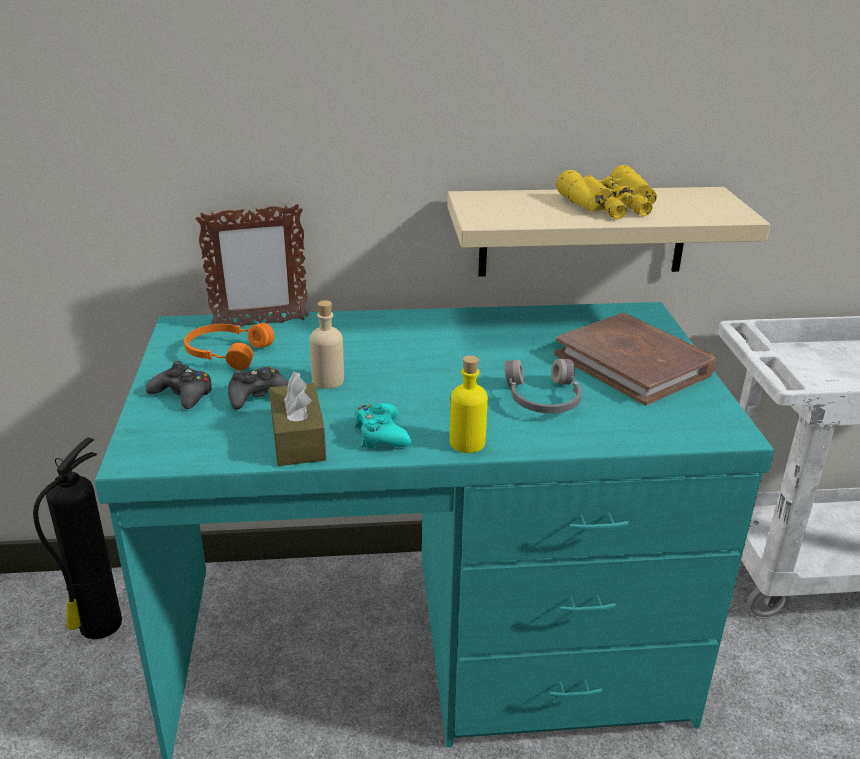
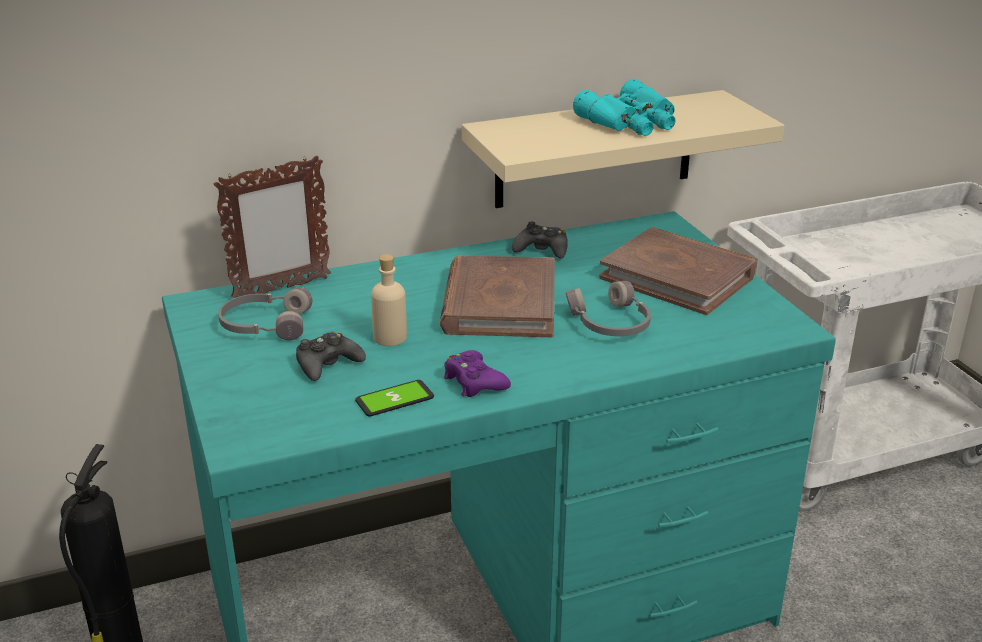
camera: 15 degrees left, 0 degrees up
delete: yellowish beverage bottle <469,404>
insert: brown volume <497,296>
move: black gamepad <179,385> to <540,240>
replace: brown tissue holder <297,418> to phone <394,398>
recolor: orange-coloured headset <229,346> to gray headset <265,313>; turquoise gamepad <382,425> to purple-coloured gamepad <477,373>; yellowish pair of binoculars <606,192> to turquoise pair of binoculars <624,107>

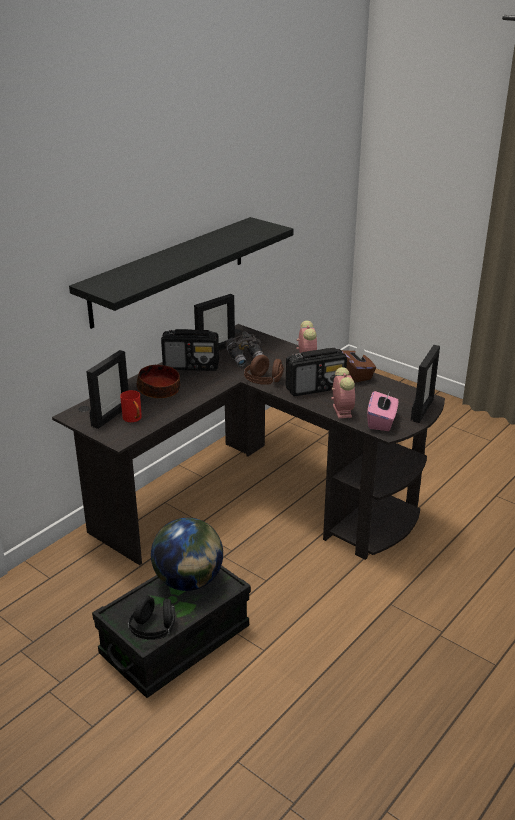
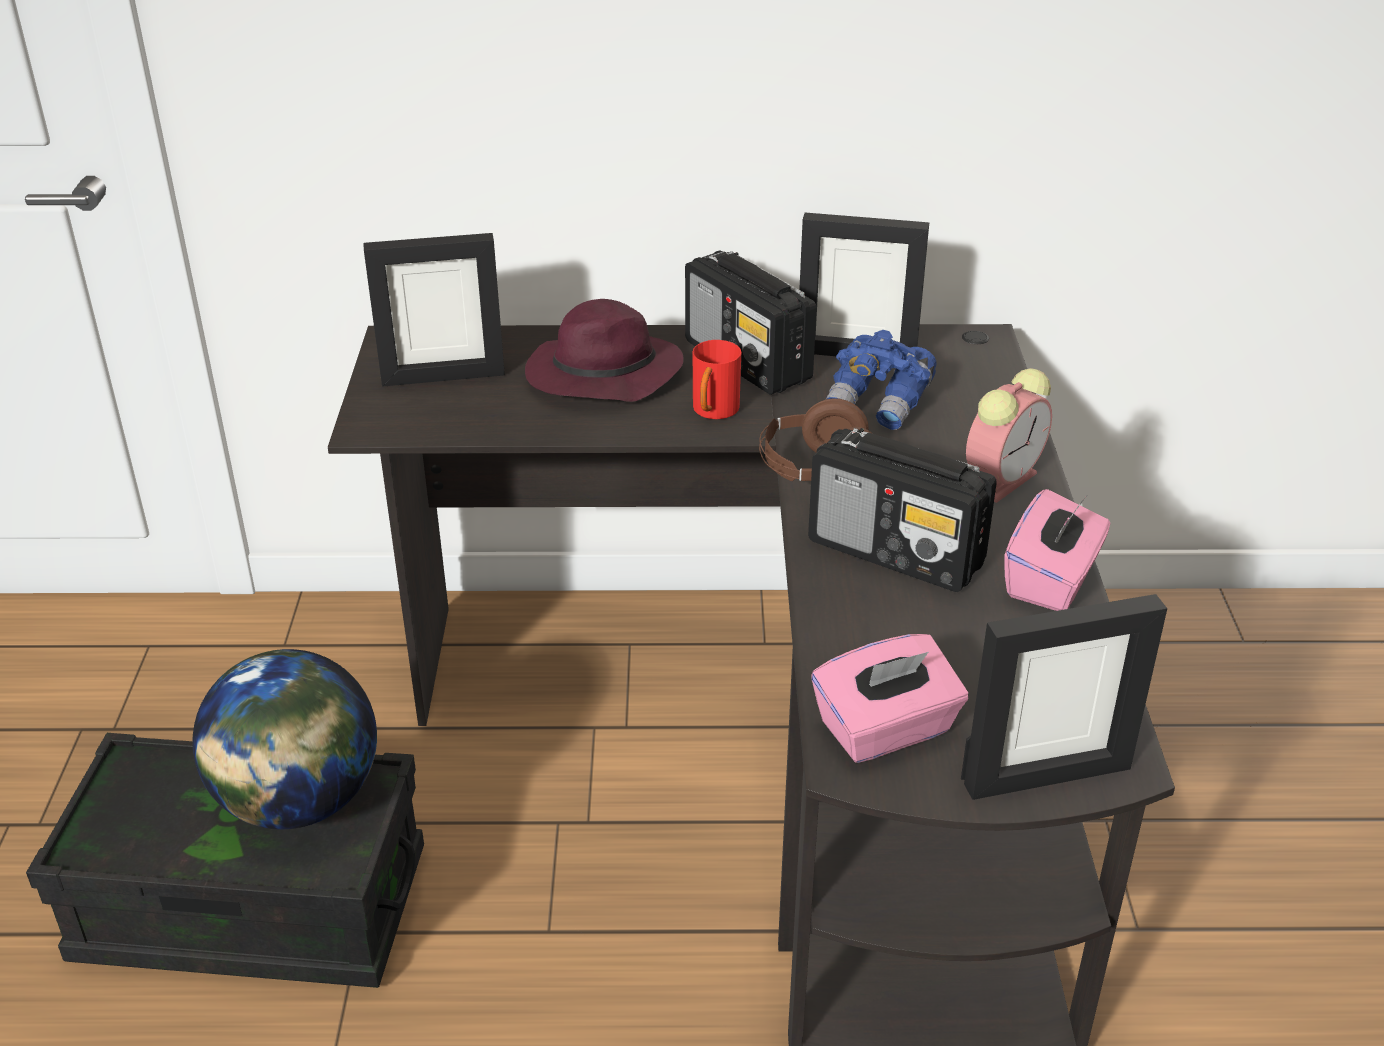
camera: 50 degrees right, 5 degrees up
delete: black wall shelf <181,273>; black headset <151,618>; bedside clock <343,392>
move: red-coloured tea mug <131,406> to <717,379>
replace: serving bowl <158,381> to purple-coloured clothing hat <604,350>
recolor: gray pair of binoculars <244,349> to bluish pair of binoculars <881,380>; brown tissue holder <358,363> to pink-coloured tissue holder <1057,550>

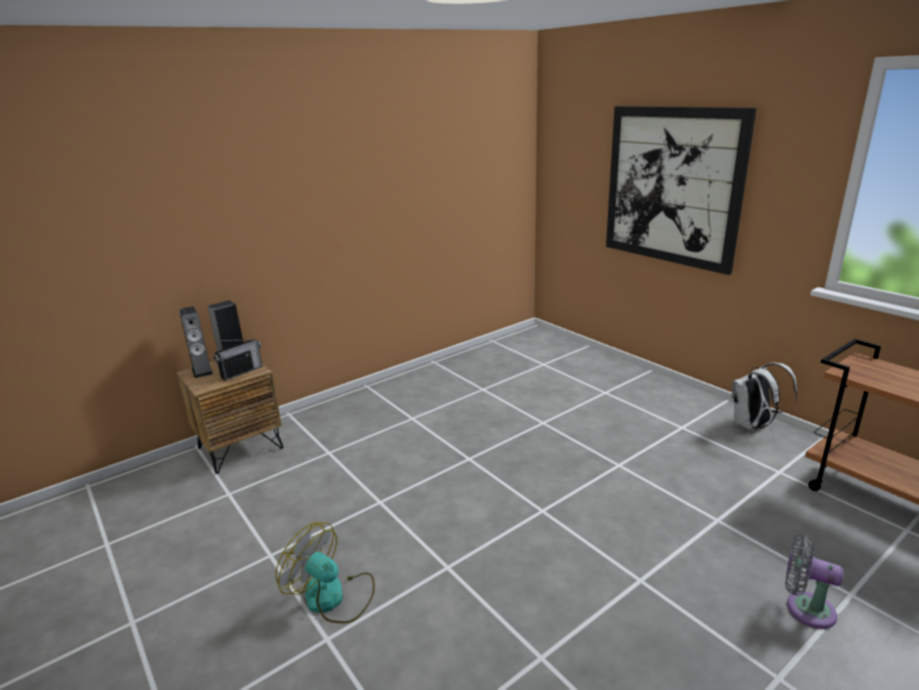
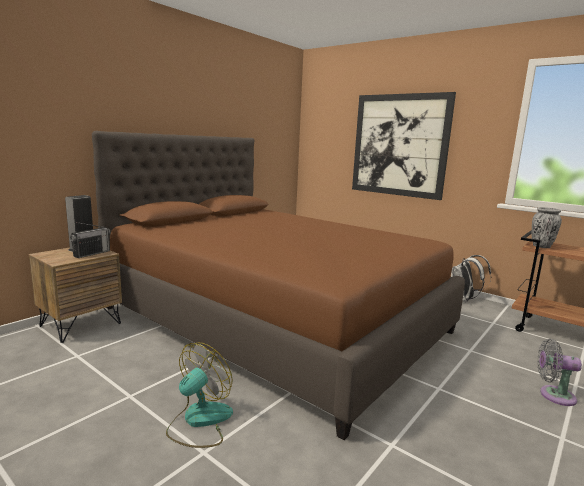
camera: 15 degrees left, 10 degrees down
delete: speaker <196,342>
insert: brown bed <278,285>; decorative vase <547,227>
rotate: cooling fan <325,572> = <199,395> 105 degrees clockwise

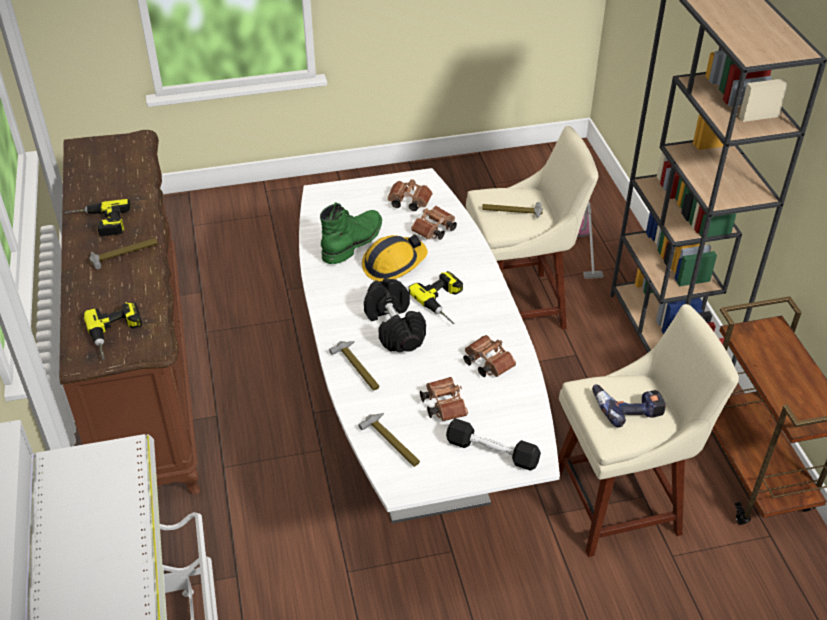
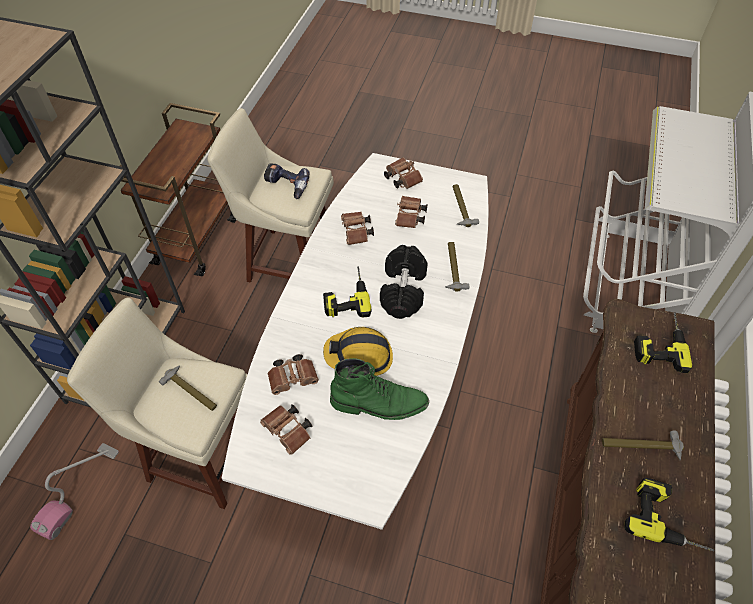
camera: 150 degrees left, 10 degrees up
replace: black hand weight <493,444> to brown pair of binoculars <403,173>
rotate: green-coloured tall boot <351,233> = <379,389> 150 degrees counterclockwise

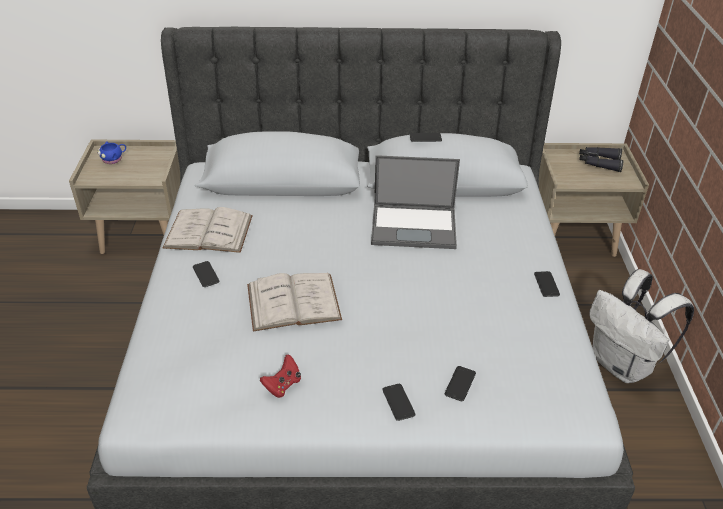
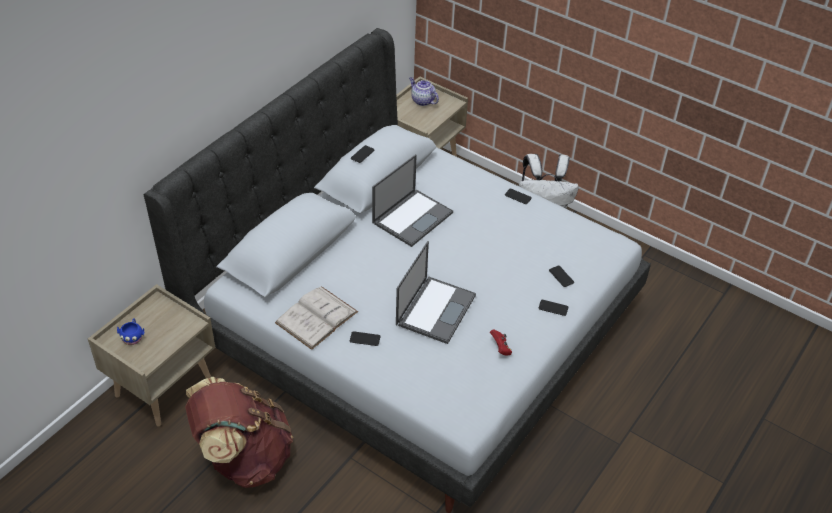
camera: 55 degrees left, 5 degrees up
insert: brown backpack <239,432>
replace: white-coloured volume <294,302> to portable computer <436,292>; black pair of binoculars <601,159> to teapot <424,91>

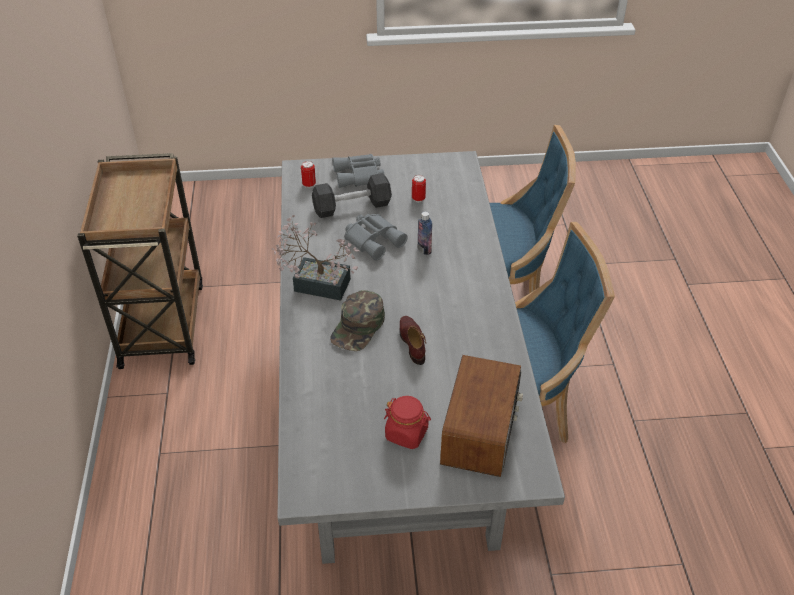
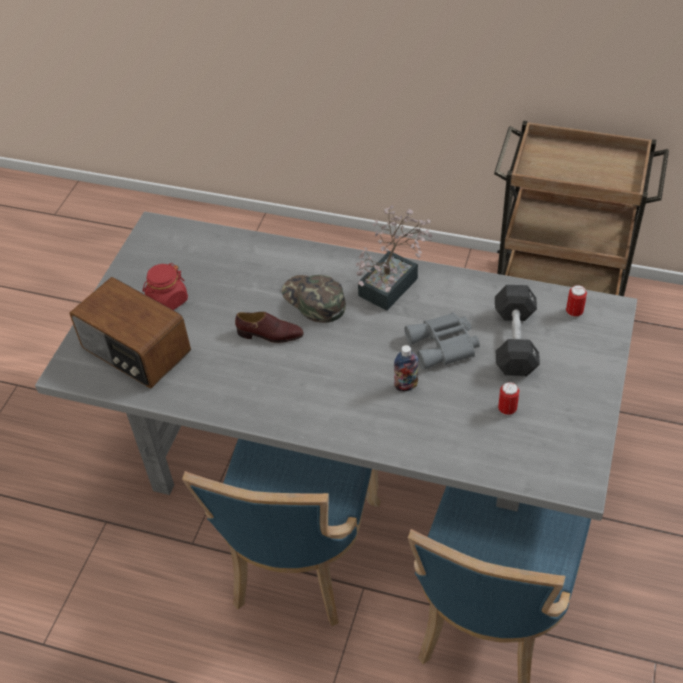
camera: 115 degrees right, 5 degrees up
delete: gray pair of binoculars <358,171>

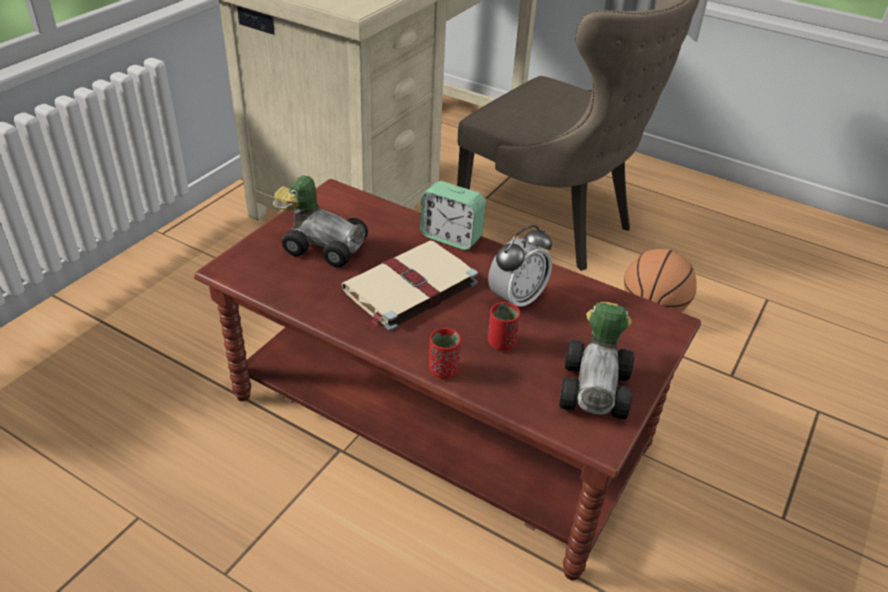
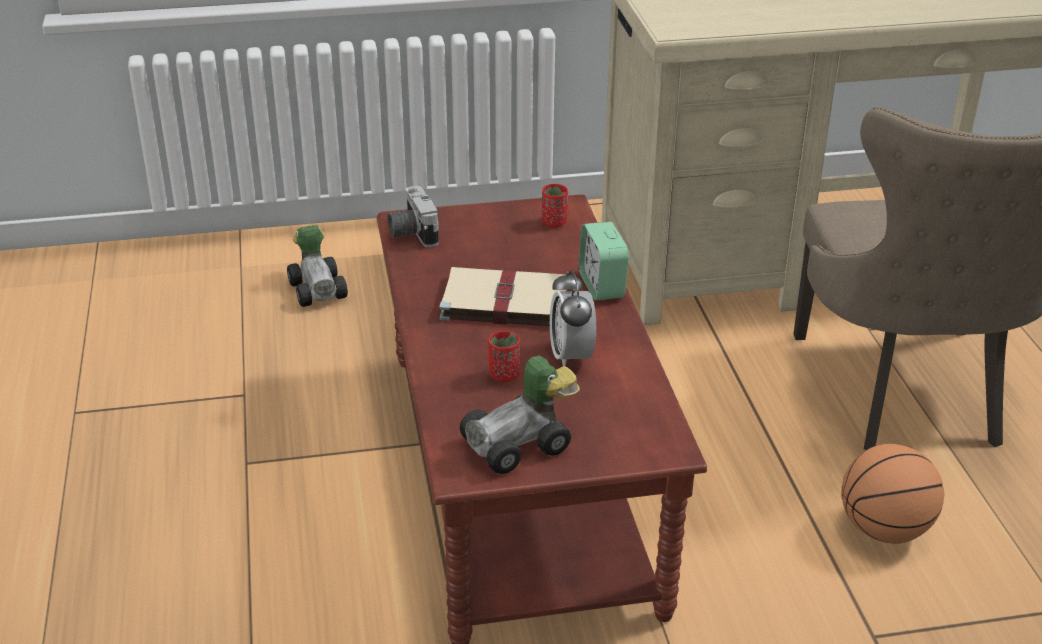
camera: 50 degrees right, 5 degrees down
insert: still camera <413,216>
move: model car <320,221> to <317,266>; red-coloured drinking cup <445,353> to <555,205>
rotate: bedside clock <520,266> = <573,318> 75 degrees clockwise

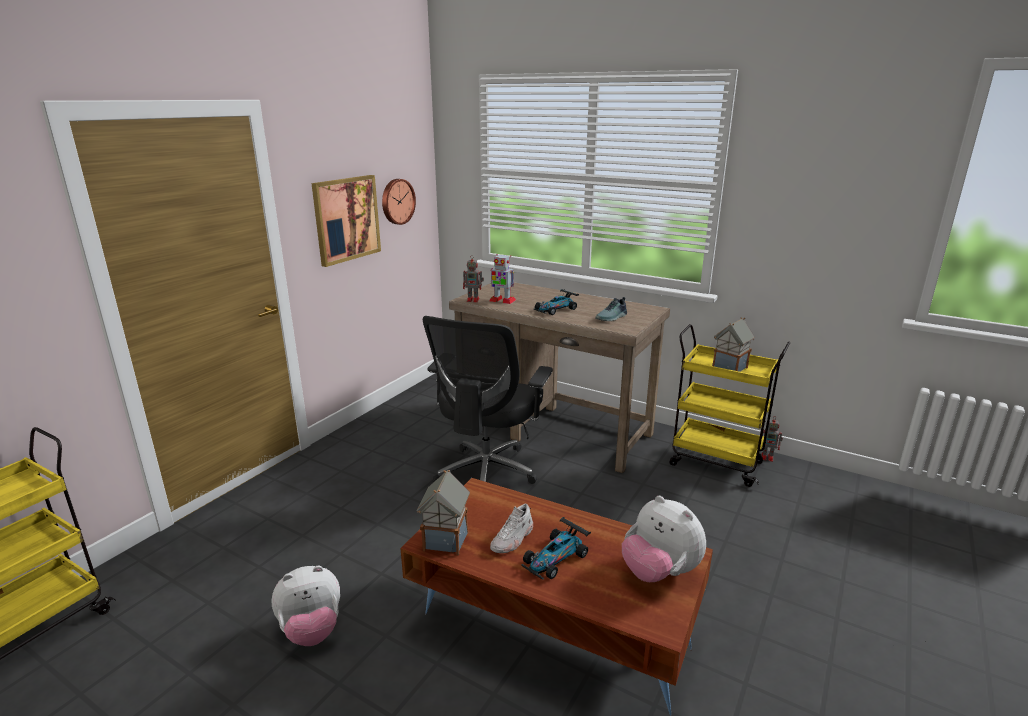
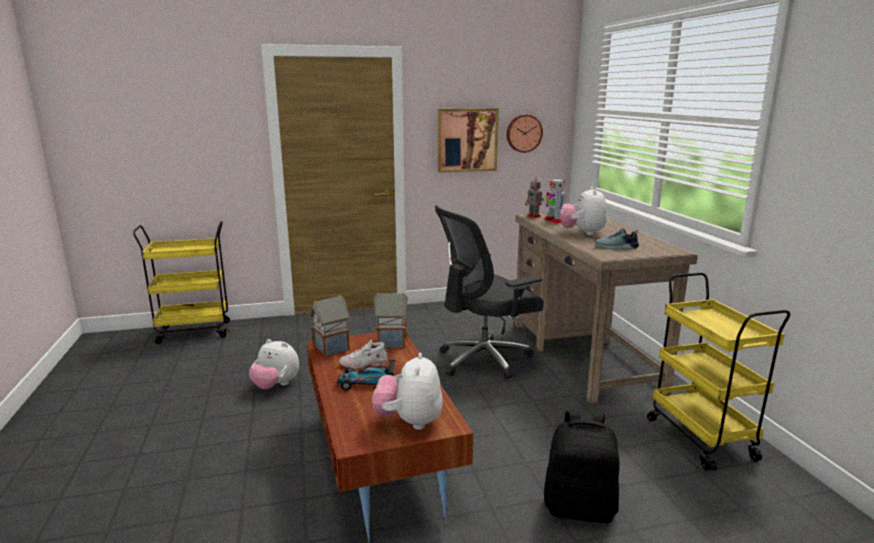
camera: 45 degrees right, 5 degrees down
delete: toy robot <772,439>
insert: black backpack <582,466>
move: model house <733,344> to <390,320>
replace: model car <556,301> to cuddly toy <583,211>

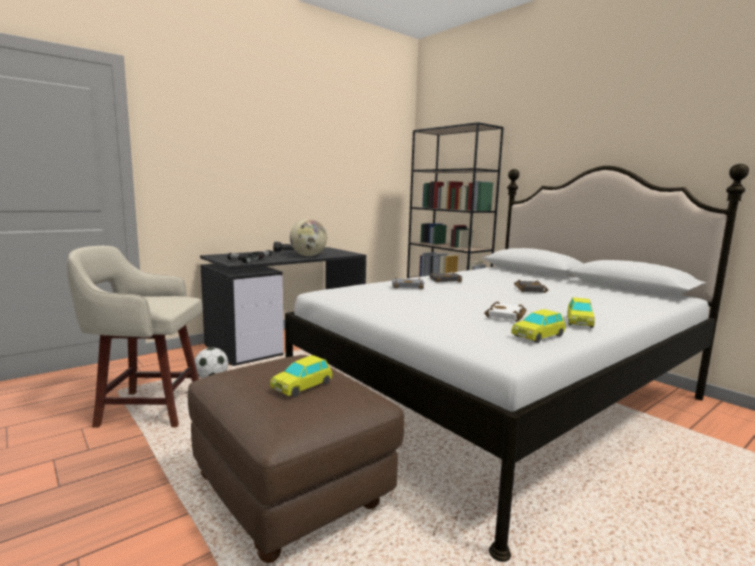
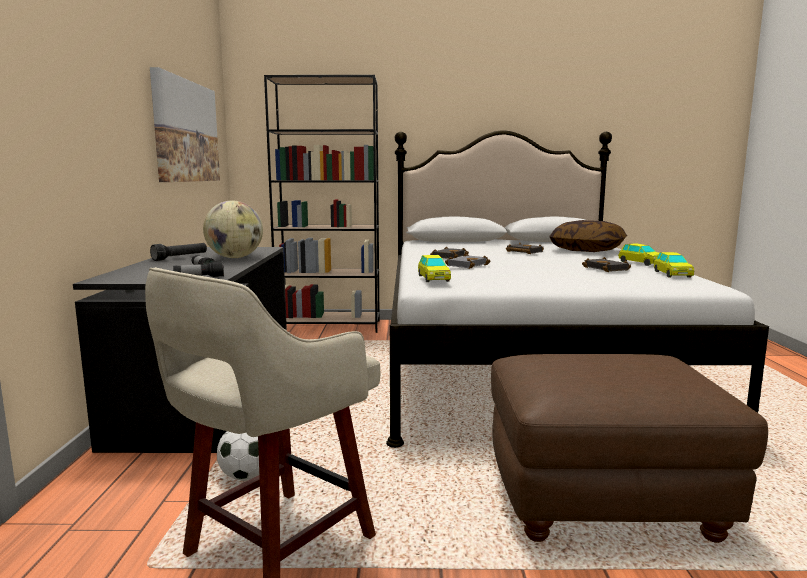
camera: 50 degrees left, 0 degrees up
insert: picture <185,124>; throw pillow <588,236>
move: model car <301,376> to <434,268>
recolor: white-coloured volume <505,311> to black volume <606,264>

